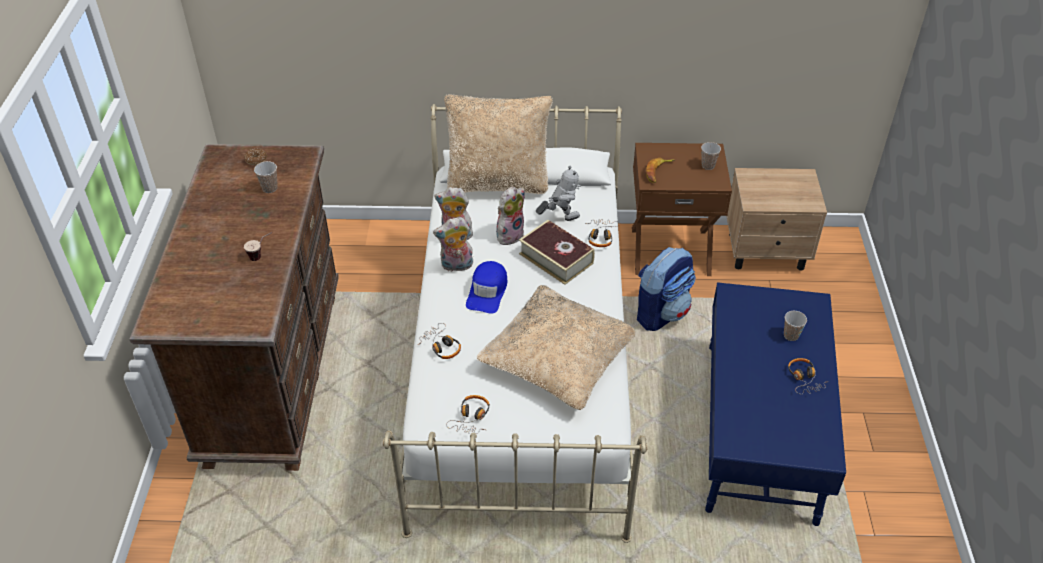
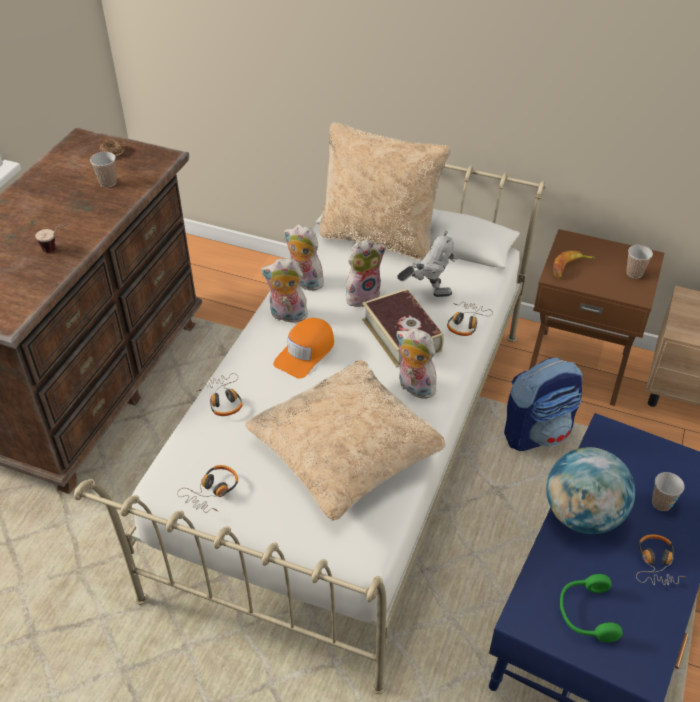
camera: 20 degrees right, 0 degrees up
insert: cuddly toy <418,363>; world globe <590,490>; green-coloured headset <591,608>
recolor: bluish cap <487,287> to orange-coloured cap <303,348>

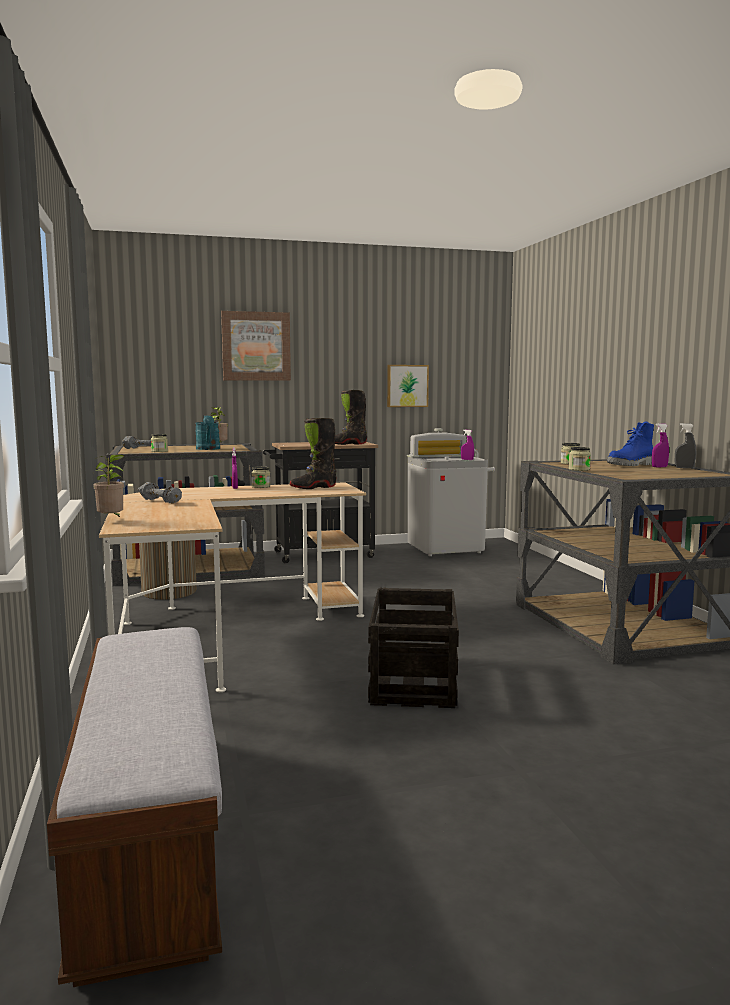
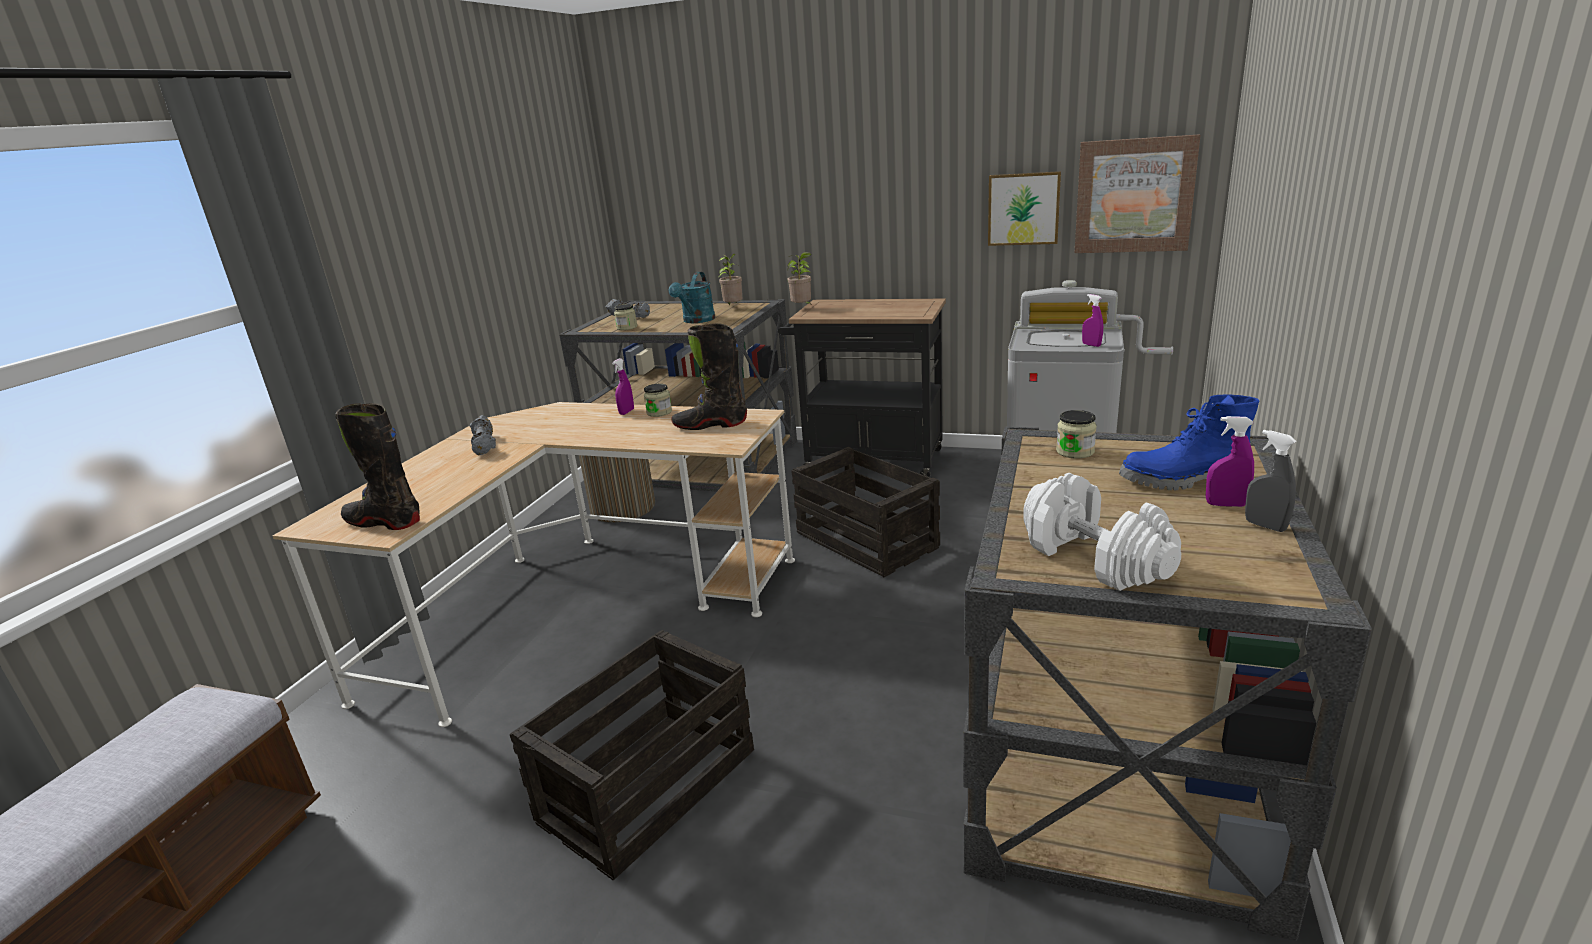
camera: 35 degrees right, 15 degrees up
delete: jar <579,459>
insert: shipping crate <865,512>; white-coloured hand weight <1102,532>
move: black tall boot <351,417> to <377,466>; plant in a pot <109,486> to <799,278>; picture <256,346> to <1138,194>

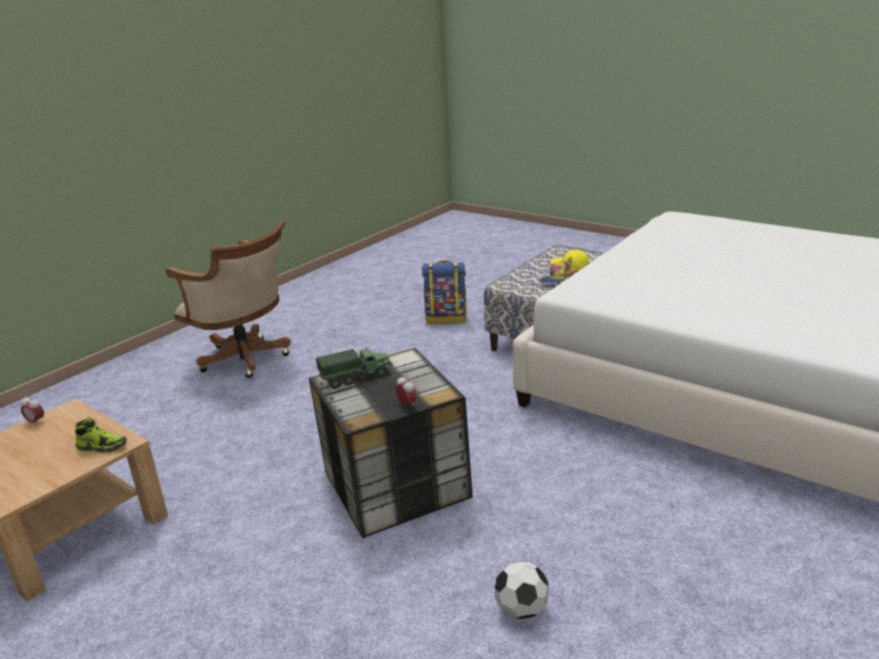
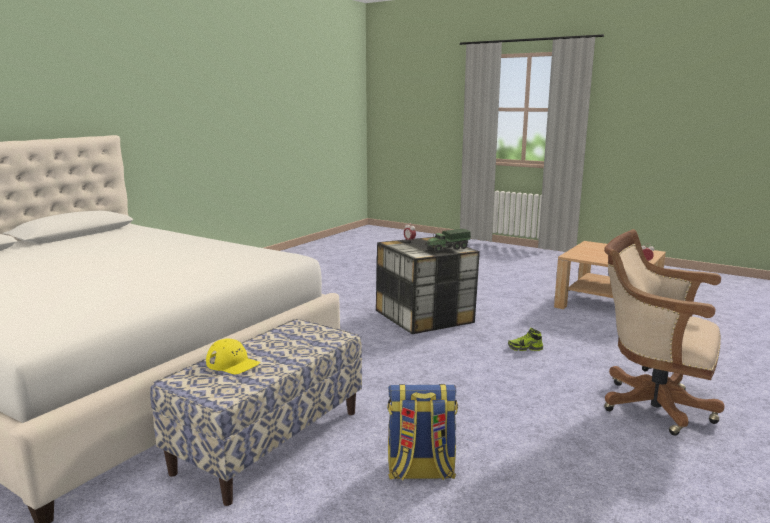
camera: 175 degrees right, 10 degrees down
delete: football <522,590>; cap <558,272>
move: shoe <101,435> to <525,339>

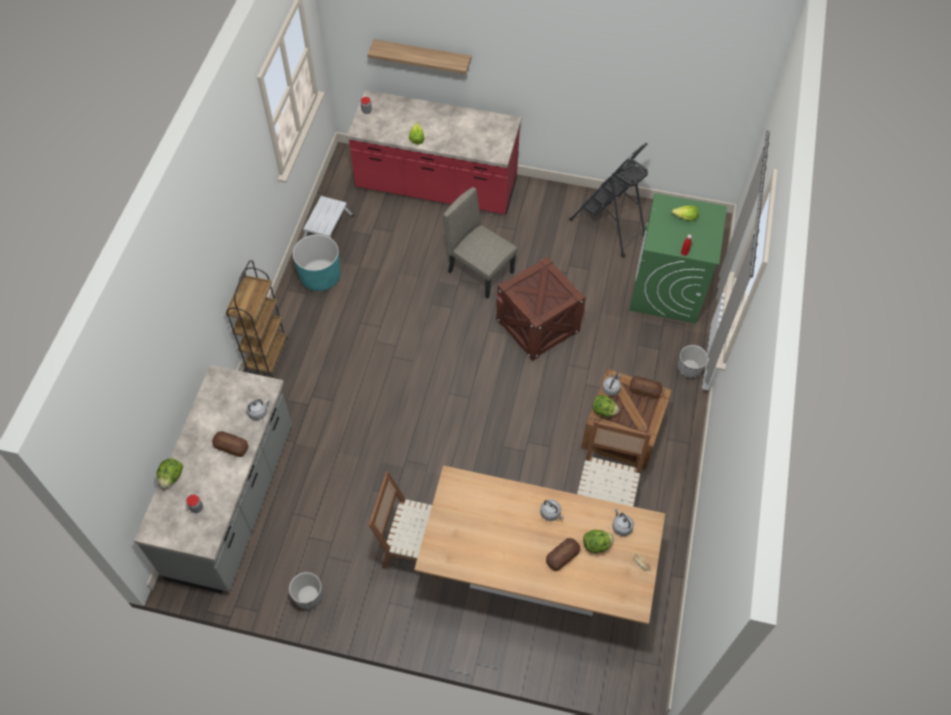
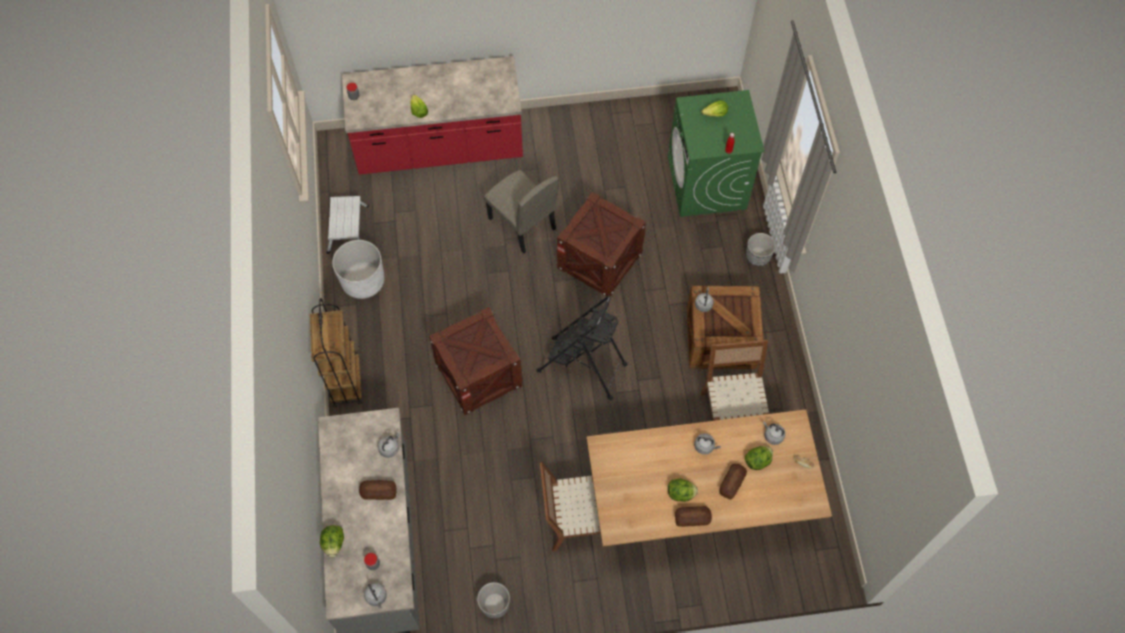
camera: 20 degrees left, 5 degrees up
delete: wall shelf <419,56>
insert: gray water kettle <375,596>; shipping crate <475,361>
move: step ladder <608,200> to <582,348>; head of lettuce <605,406> to <683,490>; bakery bread <646,387> to <693,516>
recolor: turquoise planter <317,262> to white-coloured planter <358,269>
rotate: beige-coloured plain chair <480,243> = <521,211> 150 degrees counterclockwise

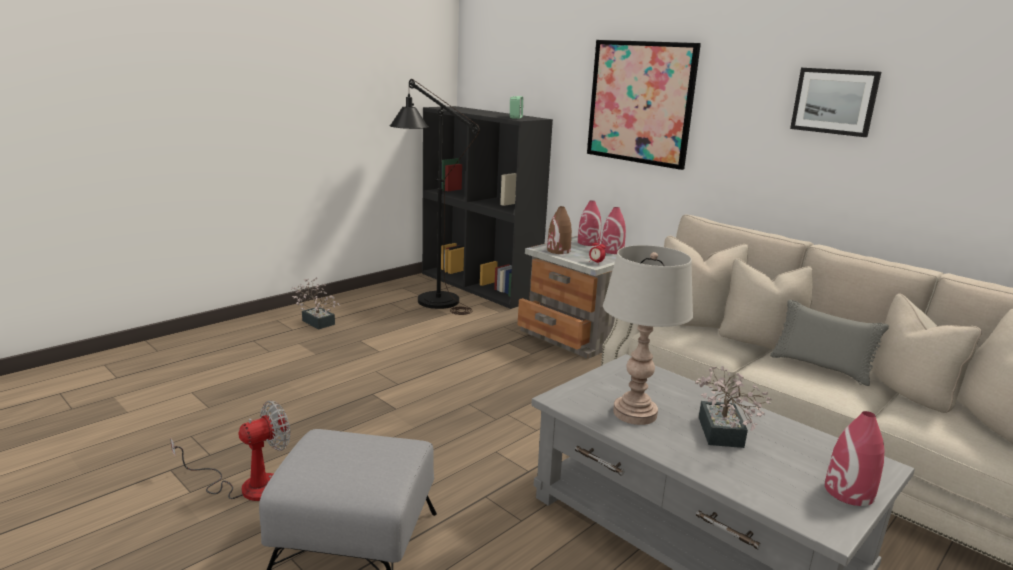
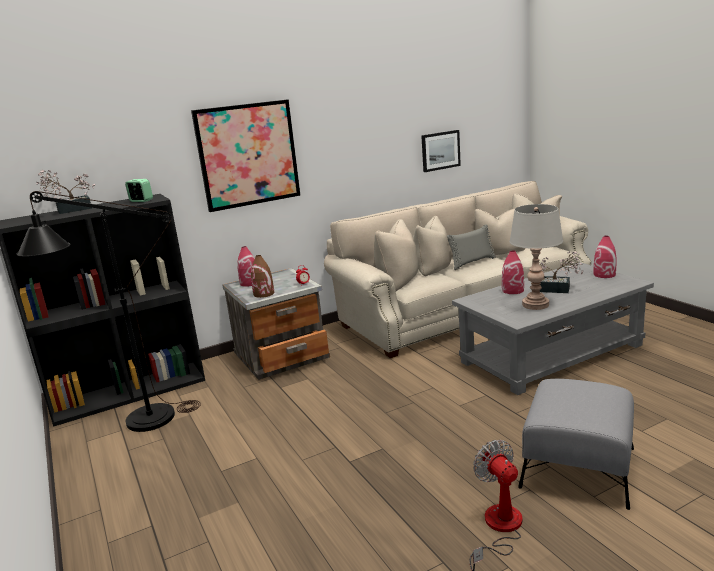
camera: 70 degrees left, 0 degrees up
move: plant in a pot <315,304> to <65,192>; picture <835,102> to <441,151>; red-coloured decorative vase <613,230> to <513,272>

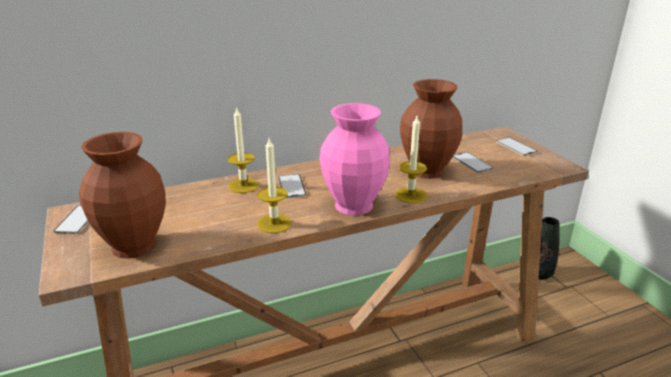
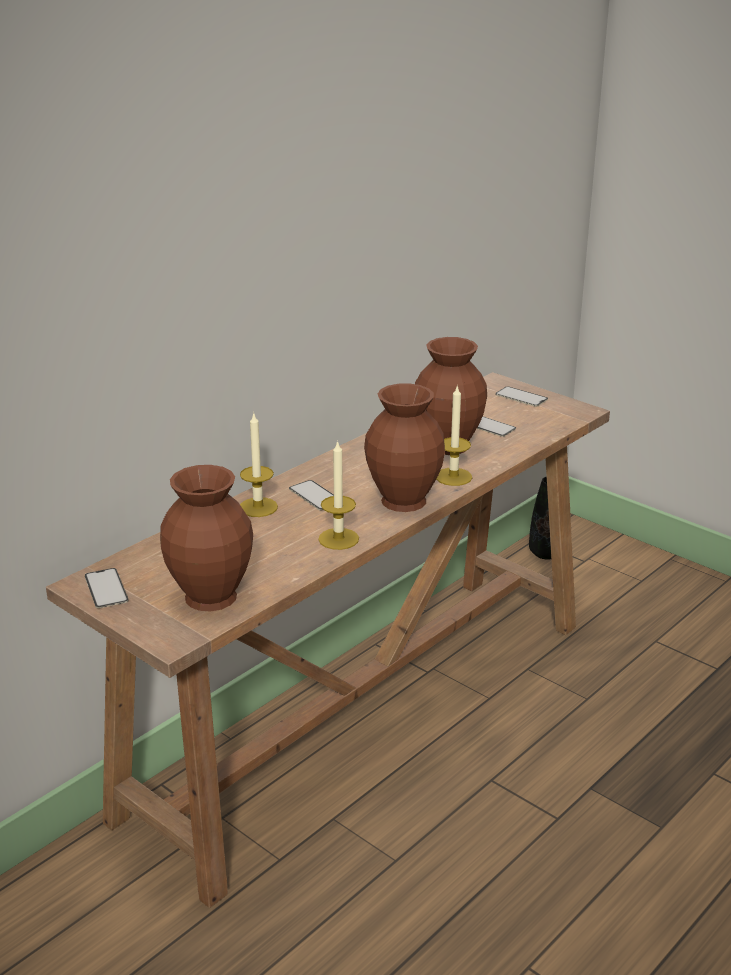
camera: 25 degrees left, 0 degrees up
recolor: pink-coloured decorative vase <355,159> to brown decorative vase <404,447>

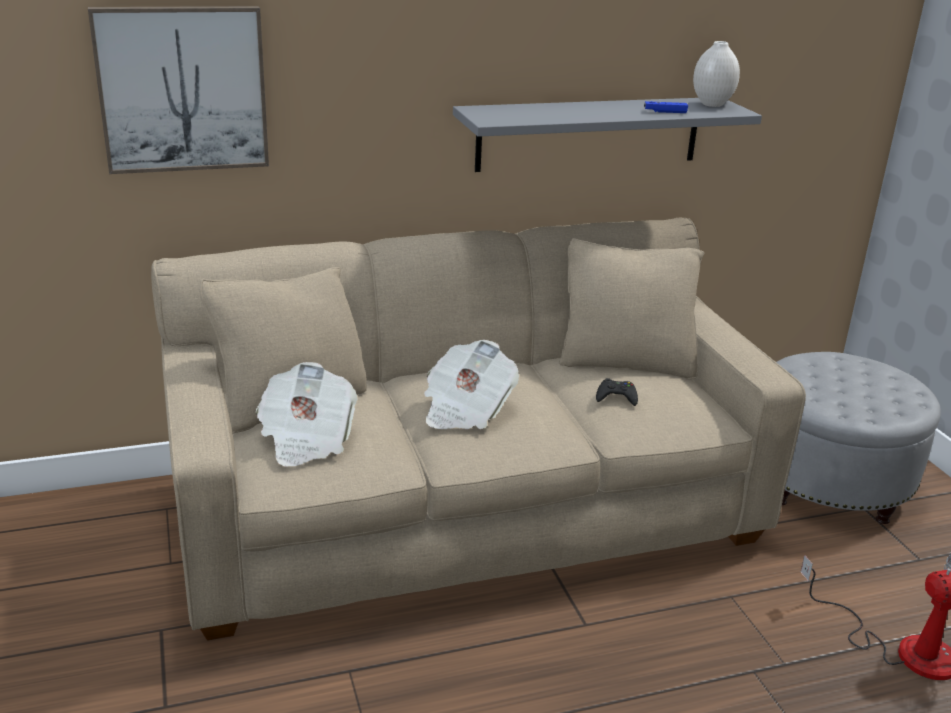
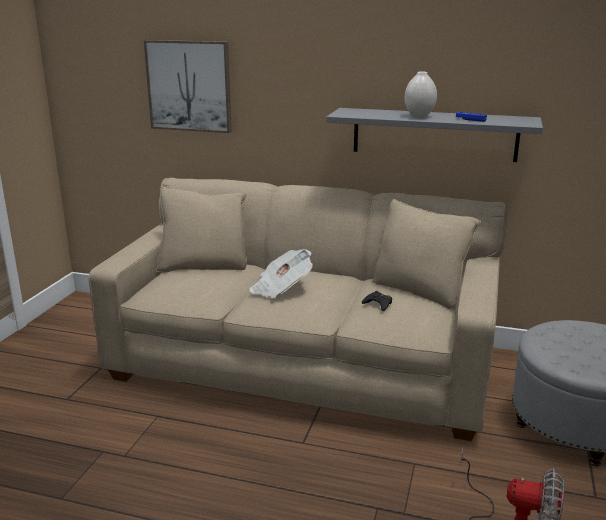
camera: 35 degrees right, 5 degrees down
delete: newspaper <307,414>
move: white-coloured decorative vase <716,74> to <421,94>

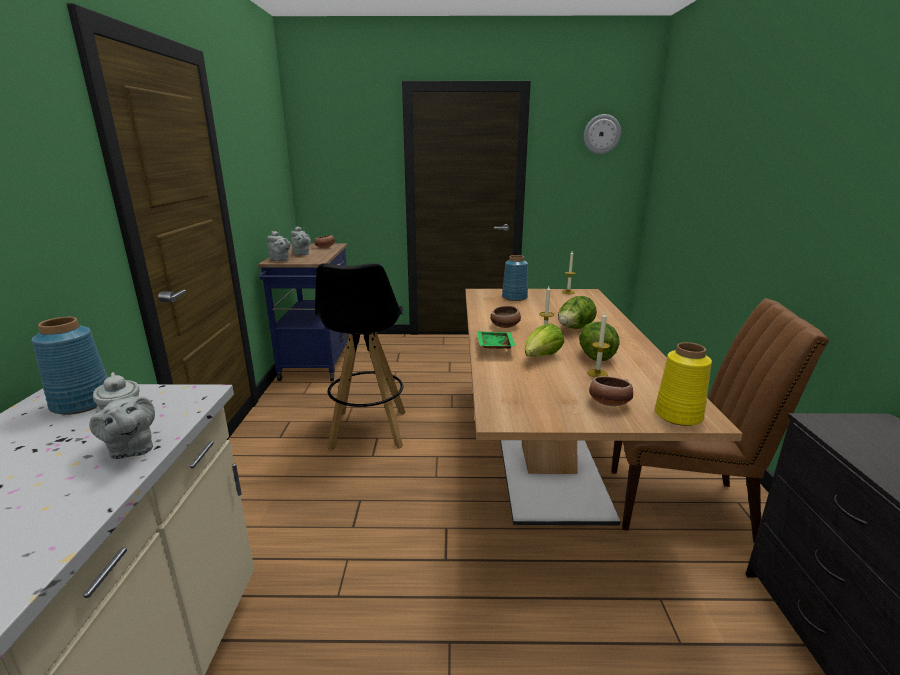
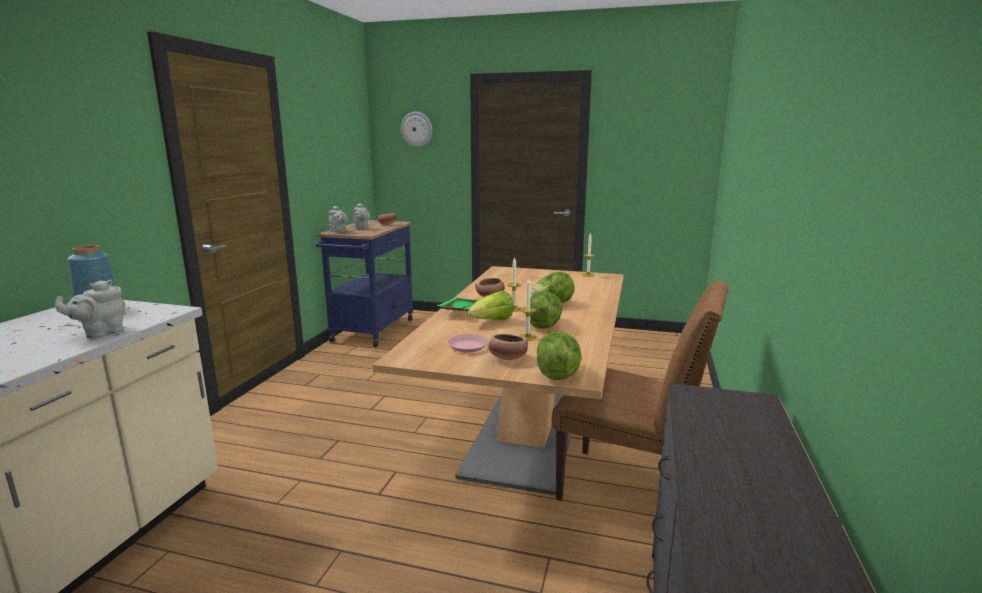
camera: 15 degrees right, 5 degrees down
delete: black sitting stool <360,356>; bluish decorative vase <515,278>
insert: pink-coloured dinner plate <468,343>
move: clock on the wall <602,134> to <416,129>
replace: yellowish decorative vase <683,384> to head of lettuce <559,356>
rotate: gray teapot <122,415> = <90,309> 60 degrees clockwise

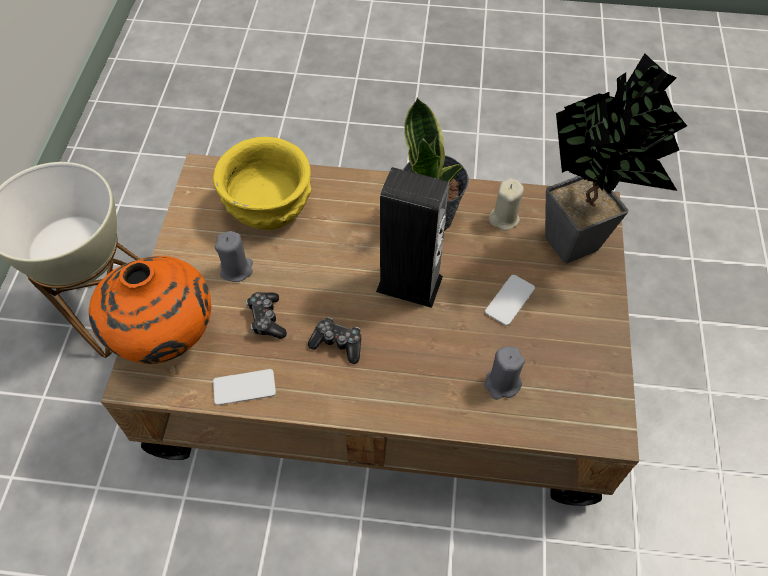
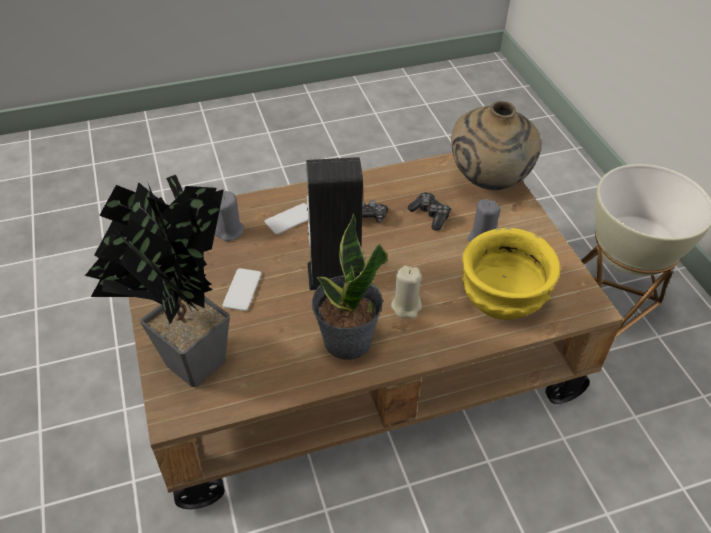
camera: 155 degrees right, 10 degrees down
move: phone <244,387> to <286,218>; beige-coloured candle <506,204> to <406,292>
recolor: orange-coloured decorative vase <150,310> to beige-coloured decorative vase <496,145>

